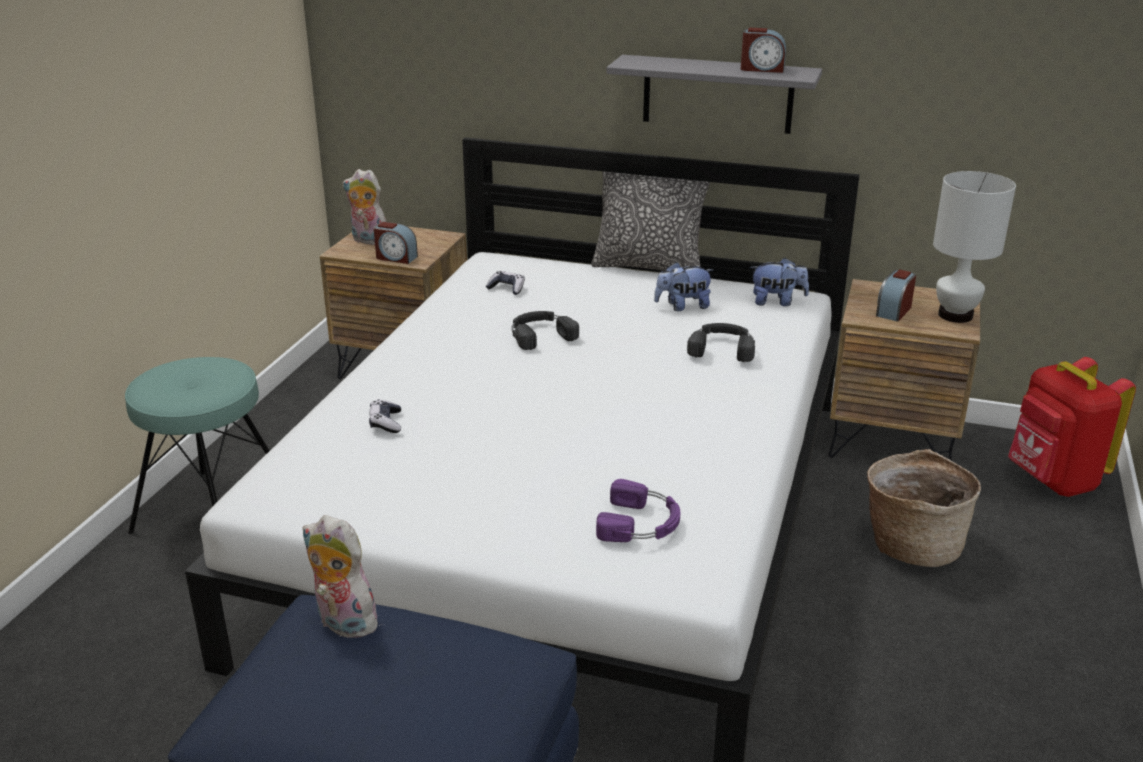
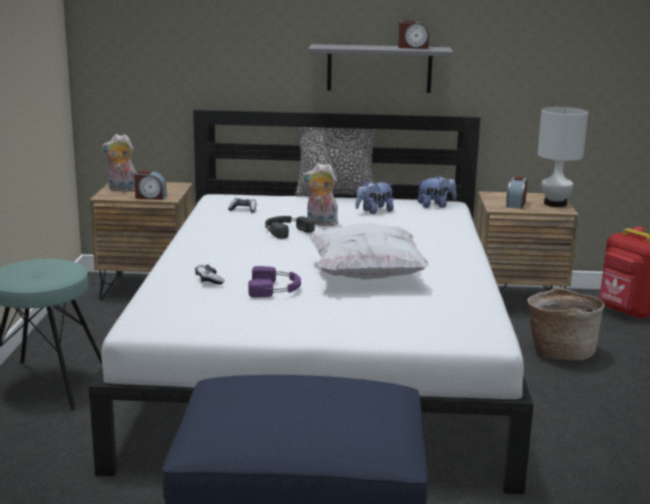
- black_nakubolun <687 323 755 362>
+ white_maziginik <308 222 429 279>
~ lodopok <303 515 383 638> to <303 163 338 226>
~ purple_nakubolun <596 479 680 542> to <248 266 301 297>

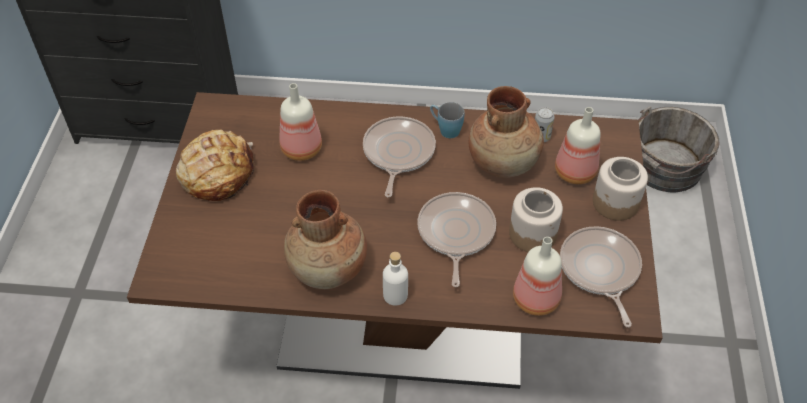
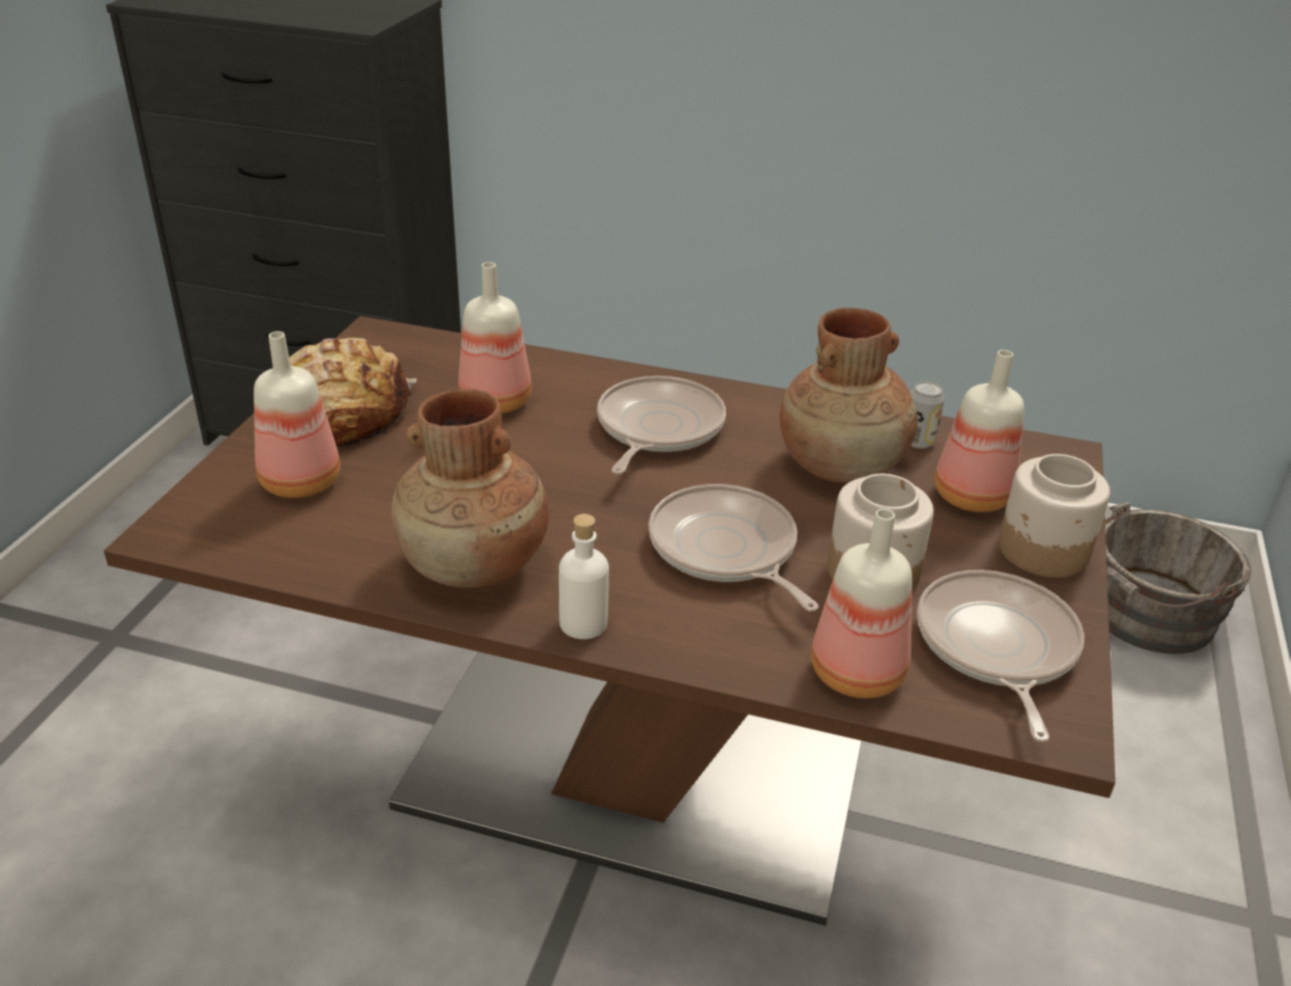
- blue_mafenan <430 102 464 138>
+ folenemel <254 331 340 498>
~ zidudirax <417 192 496 287> = <649 484 819 612> 45 degrees counterclockwise

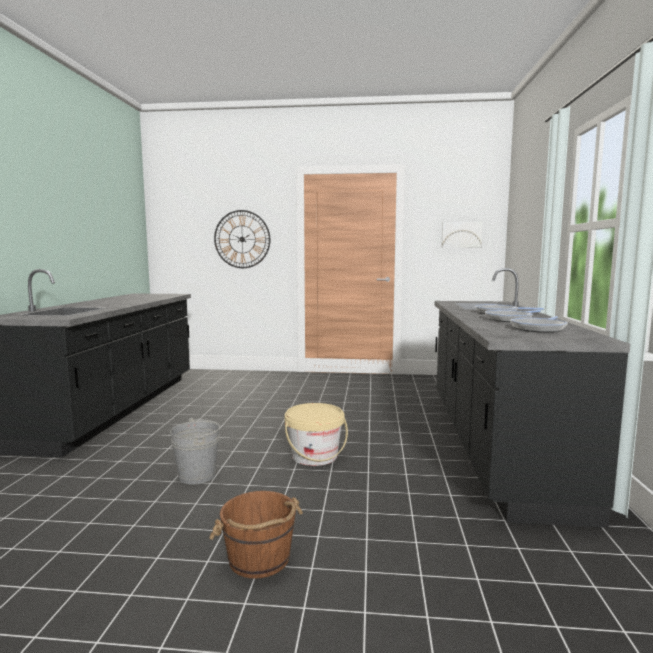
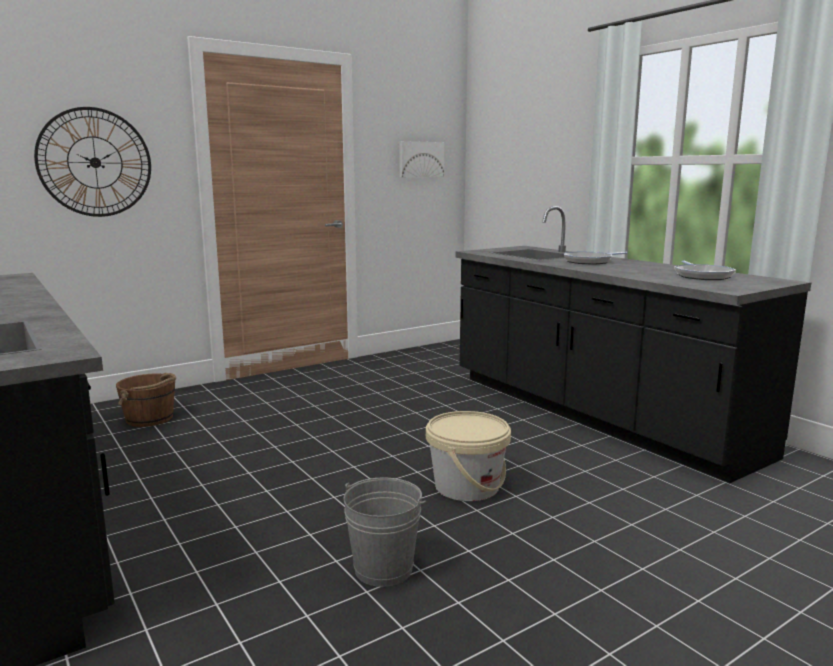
- zidudirax <485 310 541 322>
~ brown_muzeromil <209 491 303 579> to <116 373 176 427>

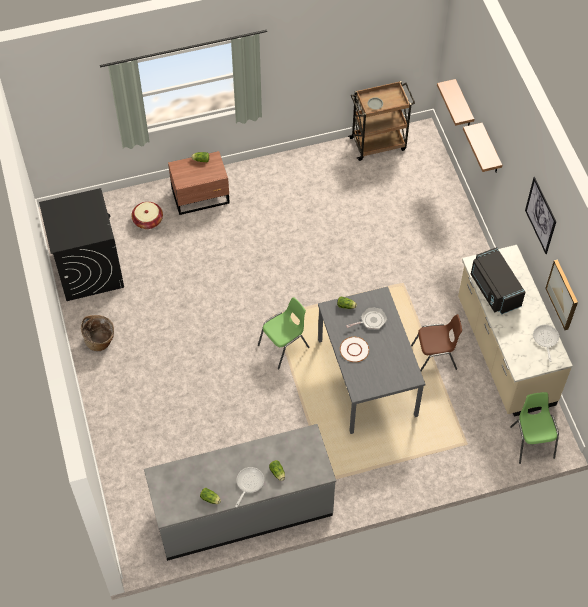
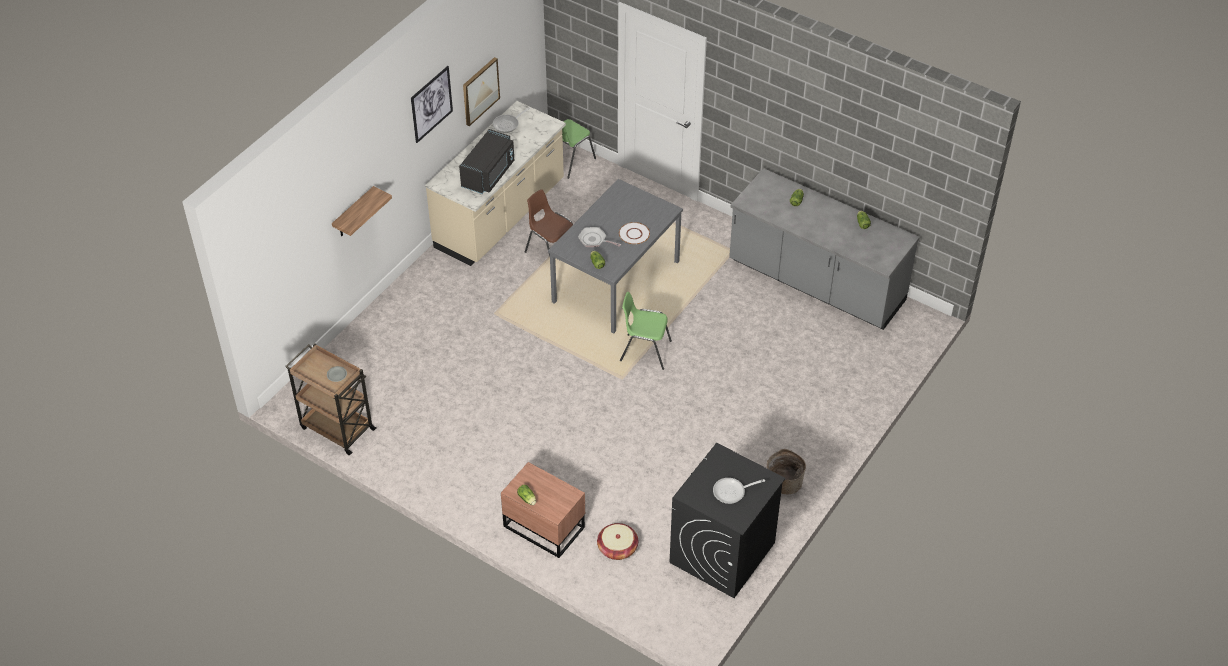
- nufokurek <437 79 474 126>
~ zidudirax <235 467 264 507> to <713 478 765 504>

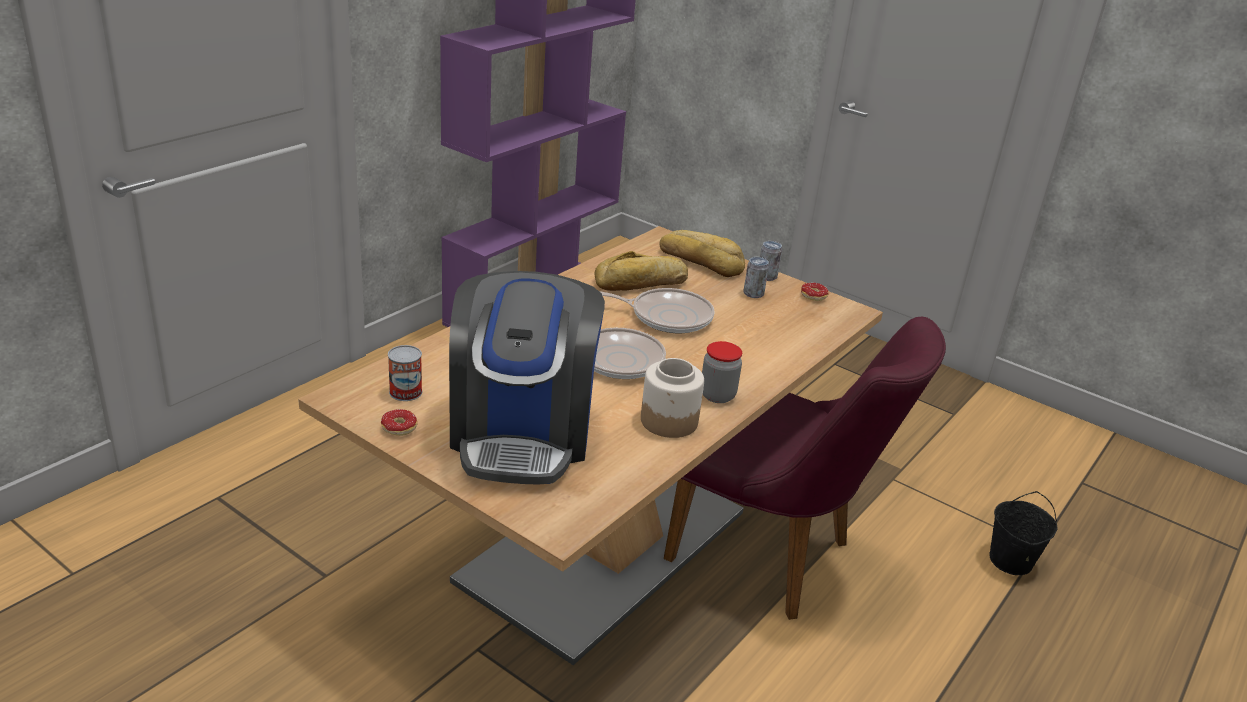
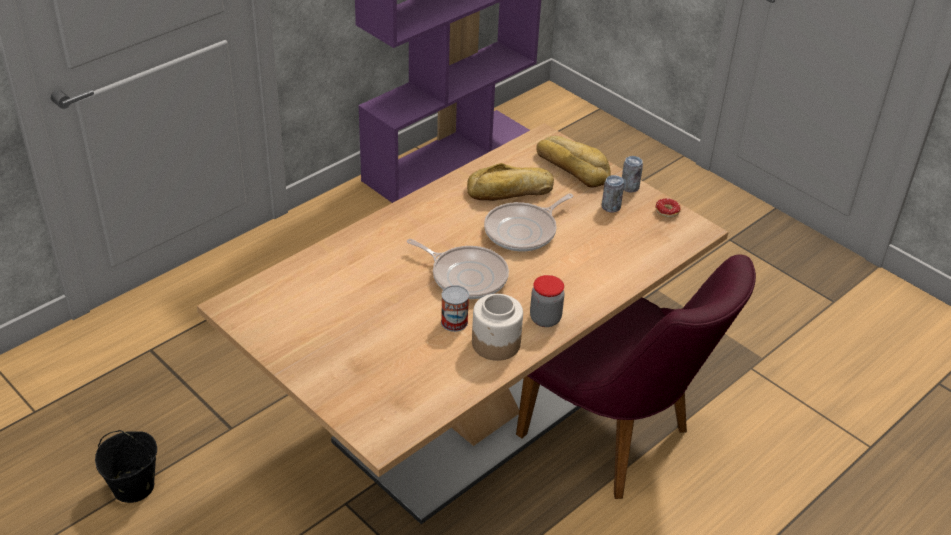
- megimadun <381 409 417 436>
- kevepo <449 271 605 485>
~ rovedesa <388 345 422 401> to <441 285 469 332>
~ black_muzeromil <989 491 1058 575> to <95 430 157 503>
~ zidudirax <599 288 714 333> = <484 193 574 251> 120 degrees clockwise

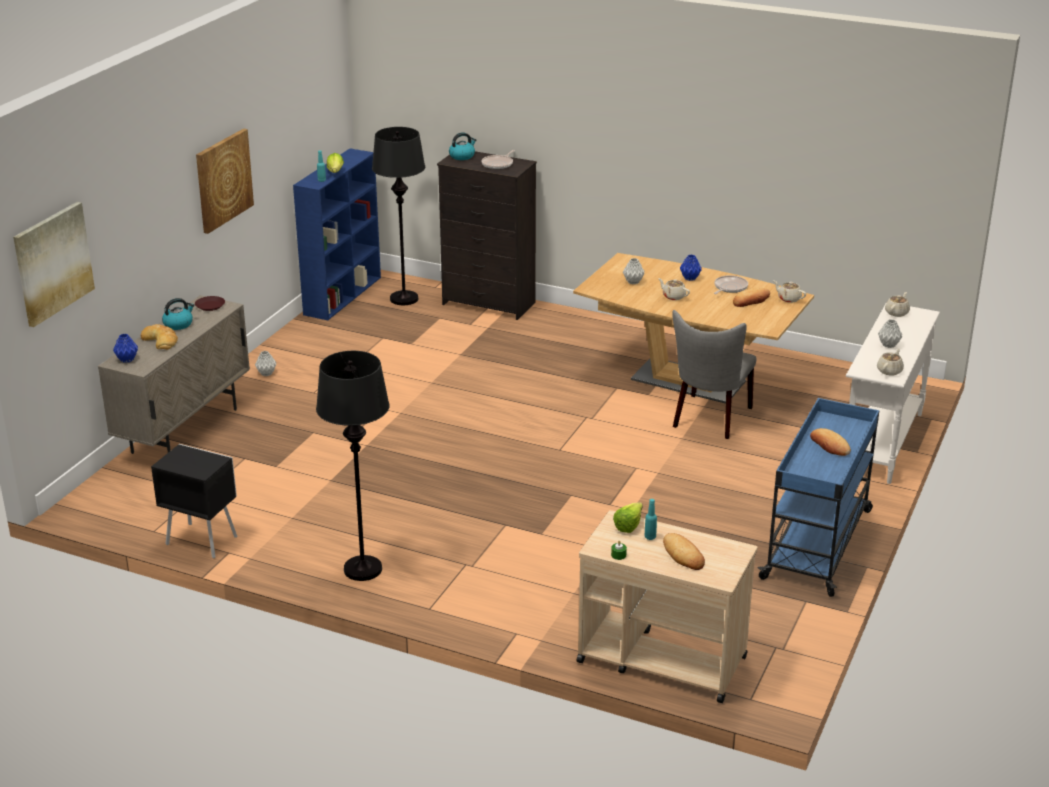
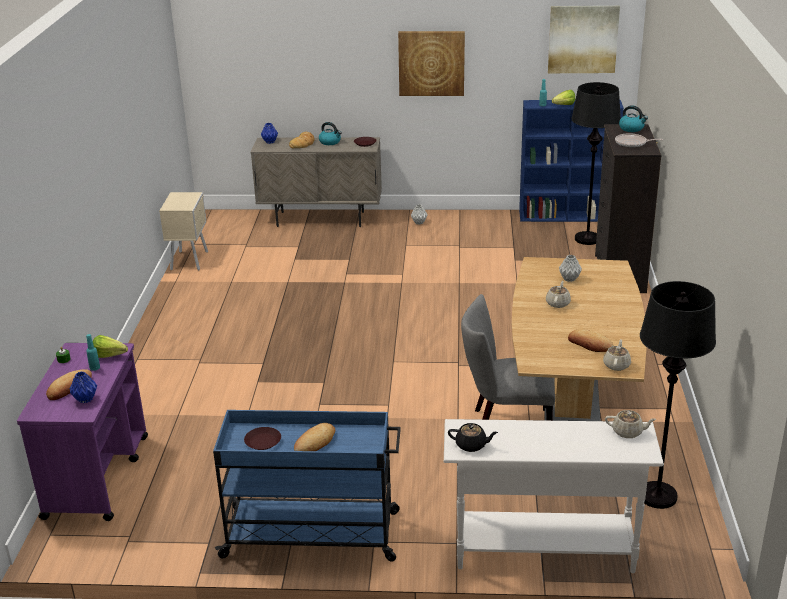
- zidudirax <714 275 748 294>
- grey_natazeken <878 319 902 348>
+ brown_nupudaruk <244 427 281 450>
~ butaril <13 202 95 327> to <548 5 620 73>
~ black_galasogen <316 351 390 581> to <640 281 716 509>
~ blue_natazeken <680 255 702 281> to <70 372 97 403>
~ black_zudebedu <151 444 237 558> to beige_zudebedu <159 192 208 270>
~ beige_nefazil <576 510 757 703> to purple_nefazil <17 343 148 521>
~ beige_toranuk <877 348 904 375> to black_toranuk <448 423 498 452>

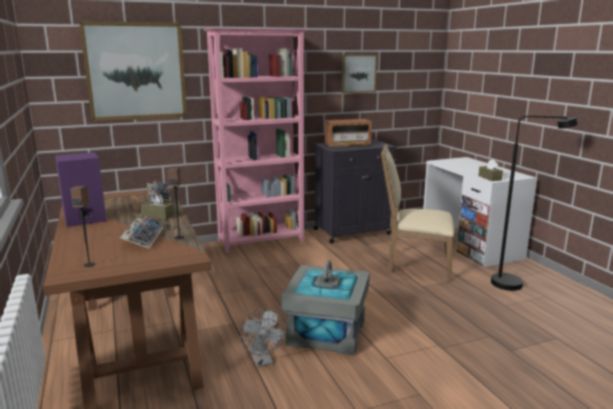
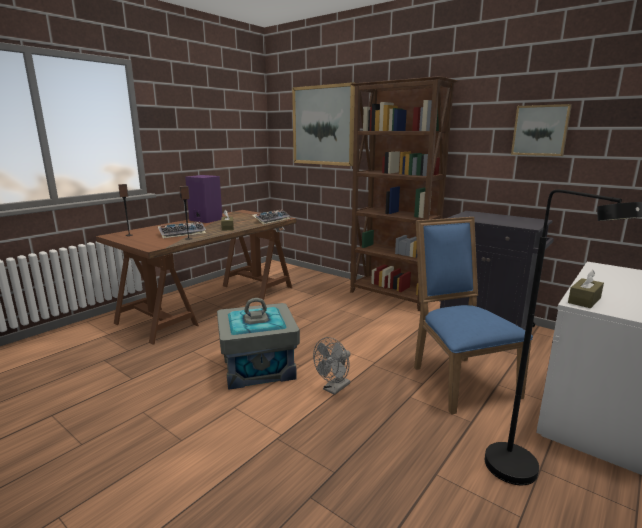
- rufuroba <325 119 372 147>
~ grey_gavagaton <240 309 287 367> to <313 337 350 395>
~ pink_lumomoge <203 28 308 253> to brown_lumomoge <350 76 457 311>
~ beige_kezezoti <381 144 454 281> to blue_kezezoti <414 217 533 415>

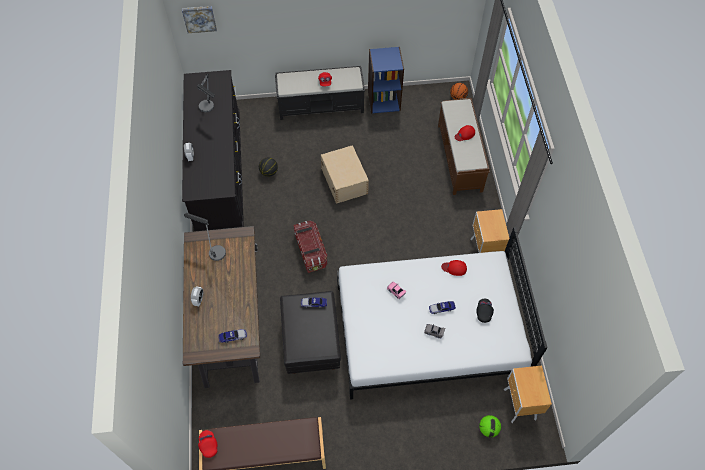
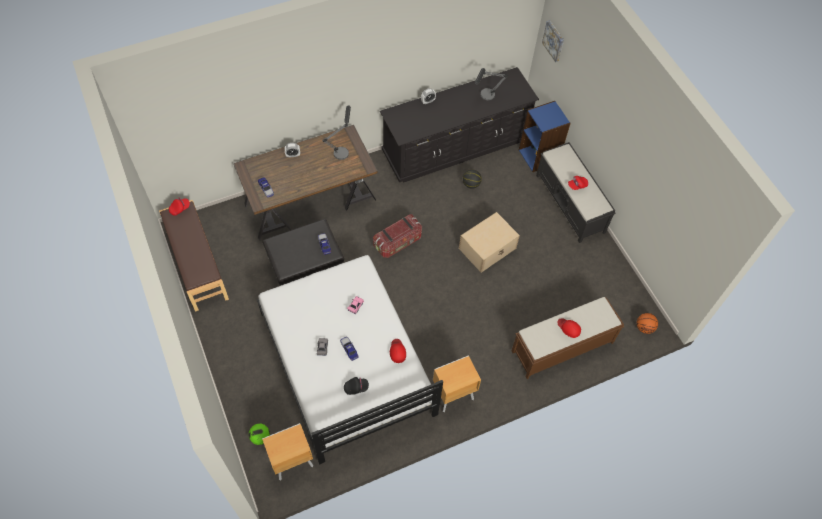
~ blue_lumomoge <368 47 404 113> to <519 101 571 172>

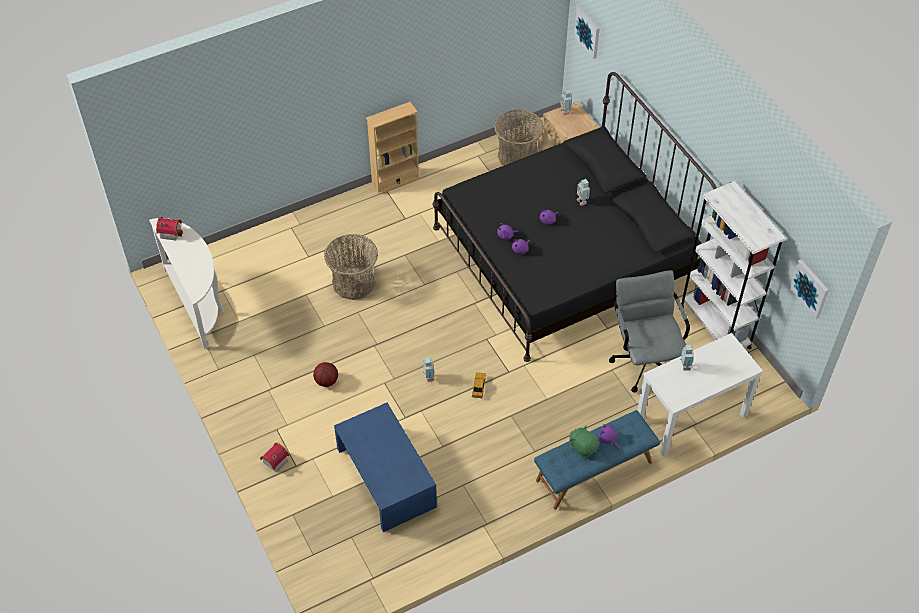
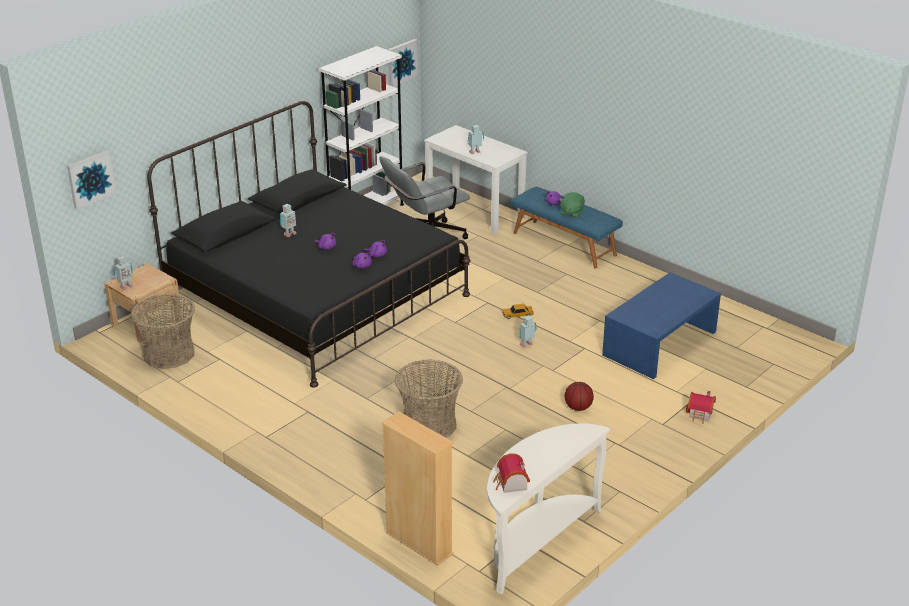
~ beige_lumomoge <366 102 420 195> to <382 412 454 566>

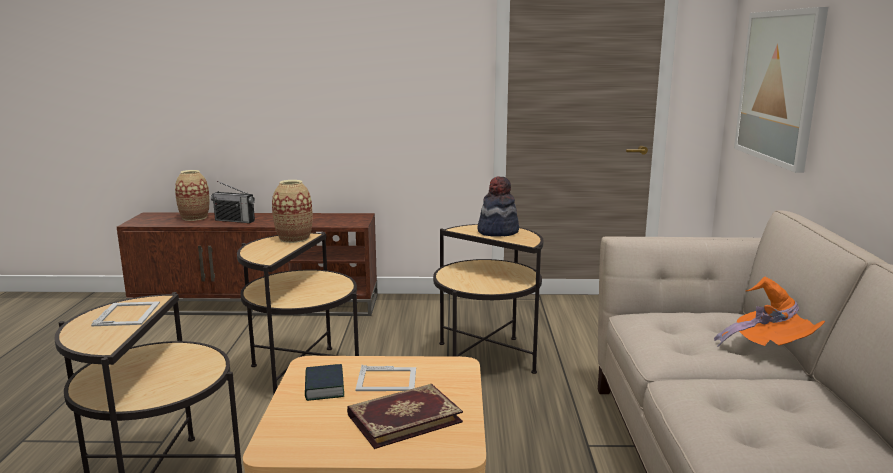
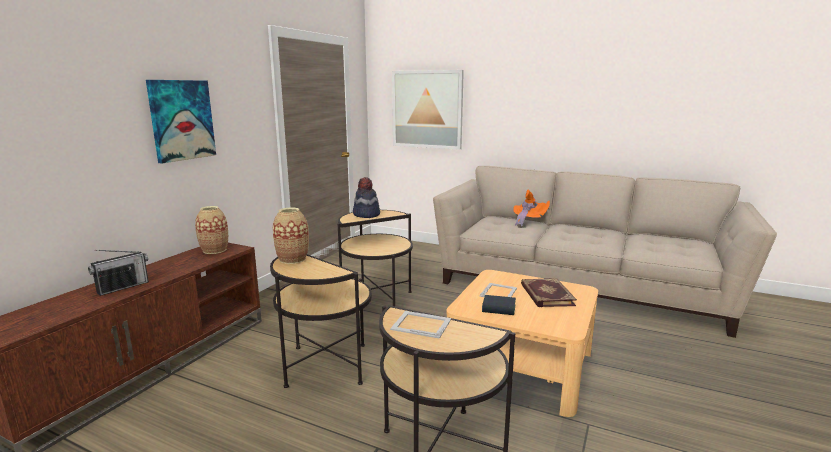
+ butaril <146 80 216 163>
~ natazeken <175 170 210 221> to <195 206 228 254>

